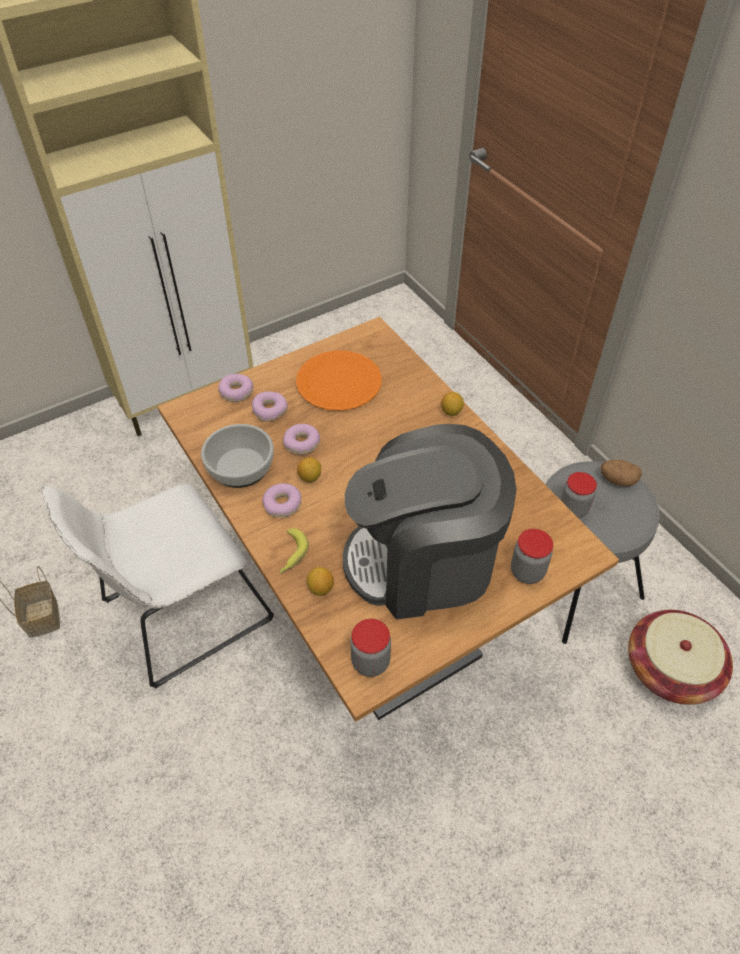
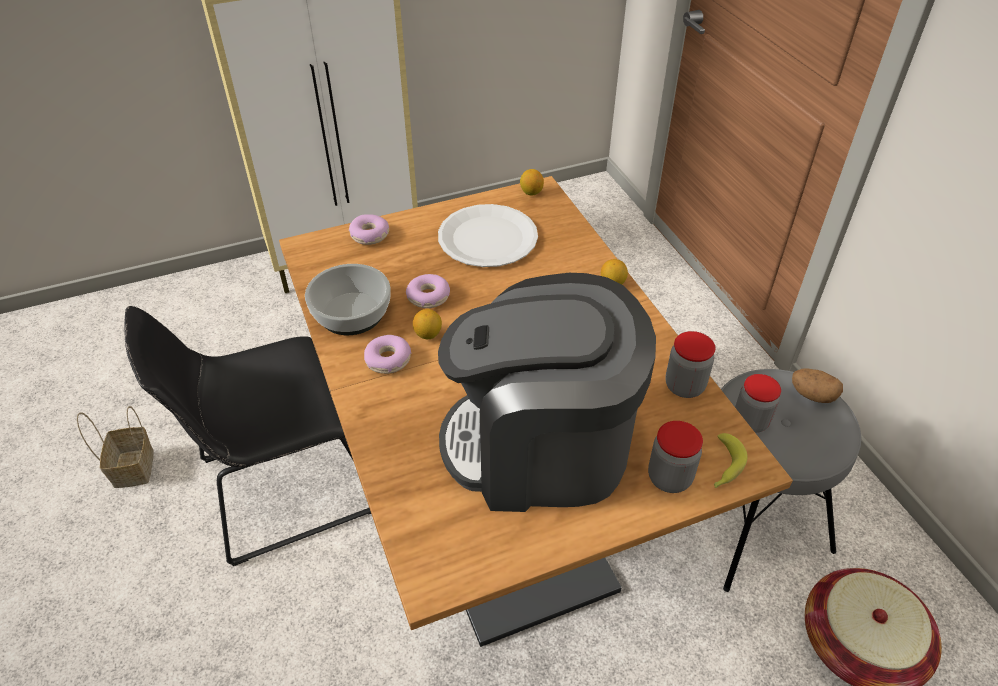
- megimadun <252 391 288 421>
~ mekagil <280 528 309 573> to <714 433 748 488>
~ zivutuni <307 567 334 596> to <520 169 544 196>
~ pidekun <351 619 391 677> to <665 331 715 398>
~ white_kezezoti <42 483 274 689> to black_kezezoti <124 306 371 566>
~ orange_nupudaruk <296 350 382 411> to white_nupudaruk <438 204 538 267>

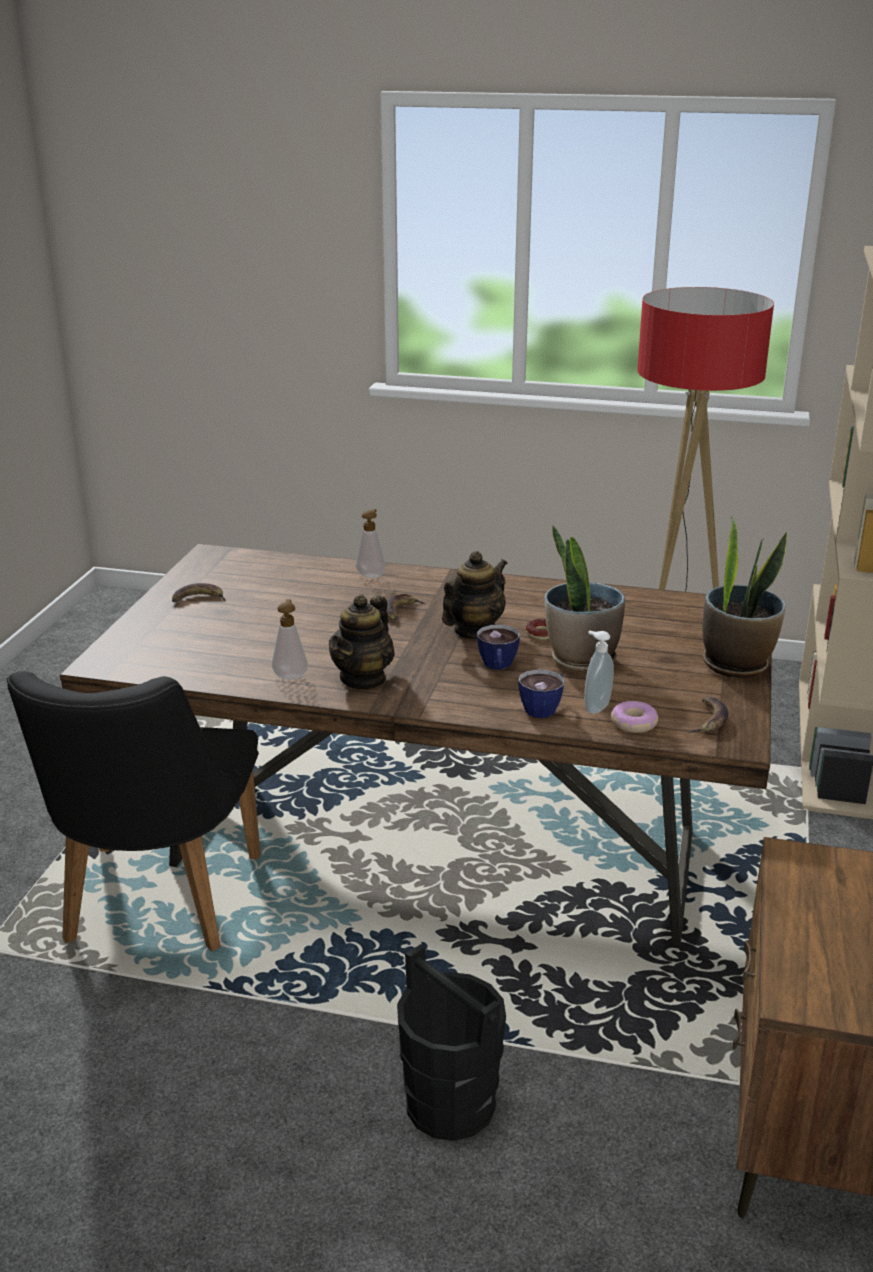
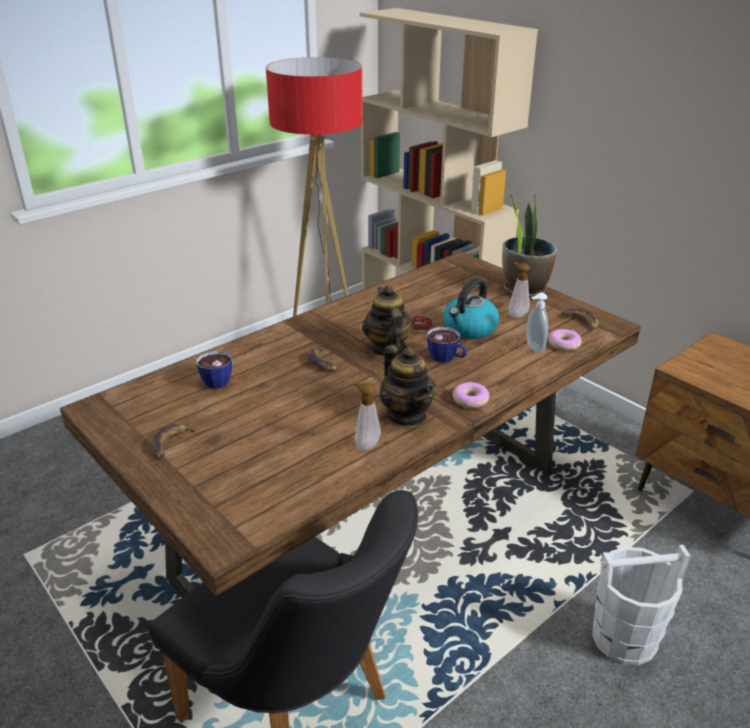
+ megimadun <453 382 489 408>
~ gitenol <356 509 385 578> to <509 262 530 318>
~ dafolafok <518 669 565 718> to <196 351 232 389>
~ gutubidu <545 525 625 673> to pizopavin <443 278 499 339>
~ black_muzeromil <397 944 506 1141> to white_muzeromil <592 545 691 665>

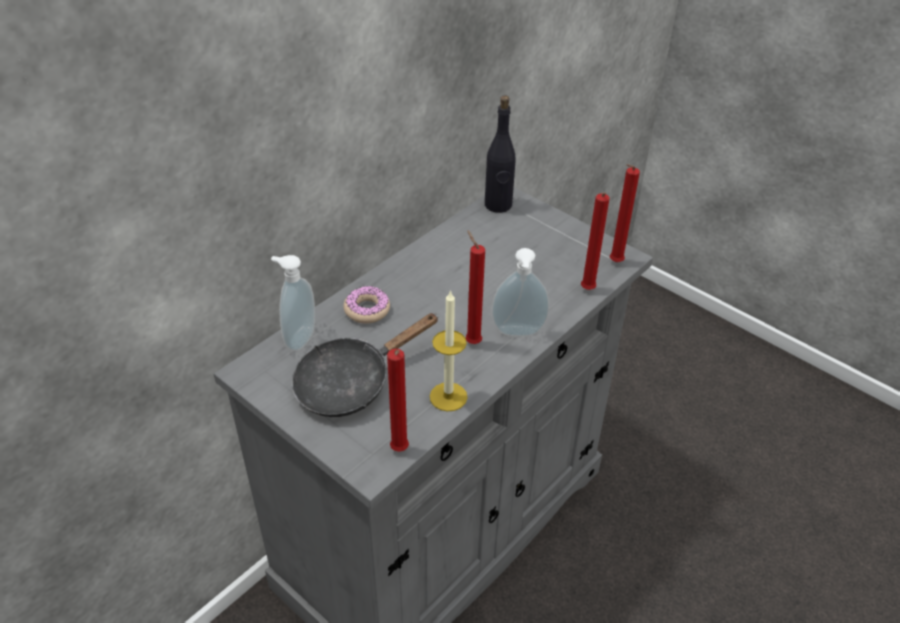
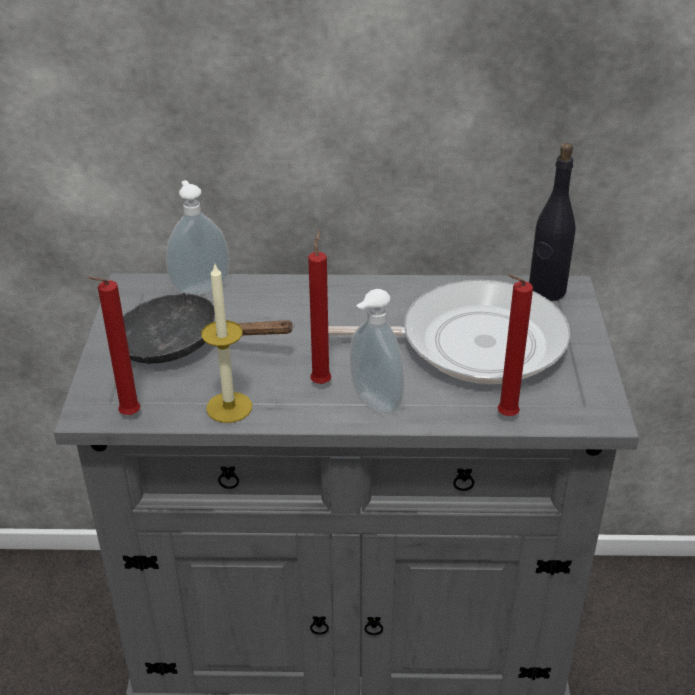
- megimadun <343 286 390 324>
- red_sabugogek <610 164 640 262>
+ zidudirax <328 280 570 384>

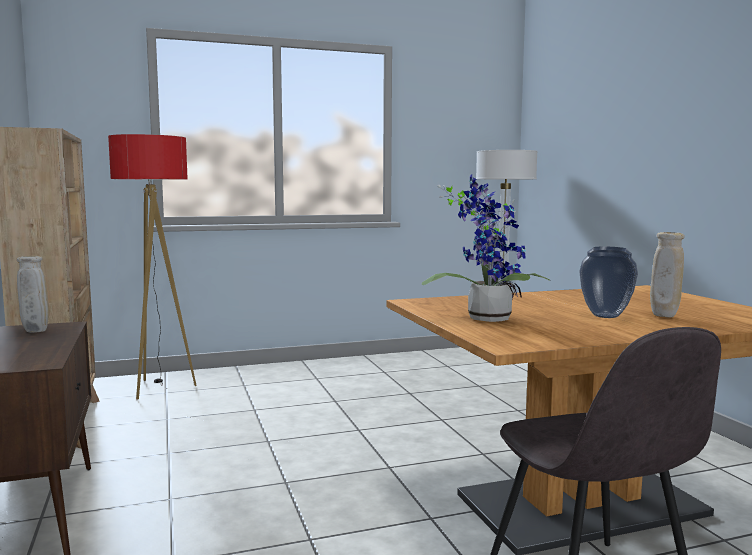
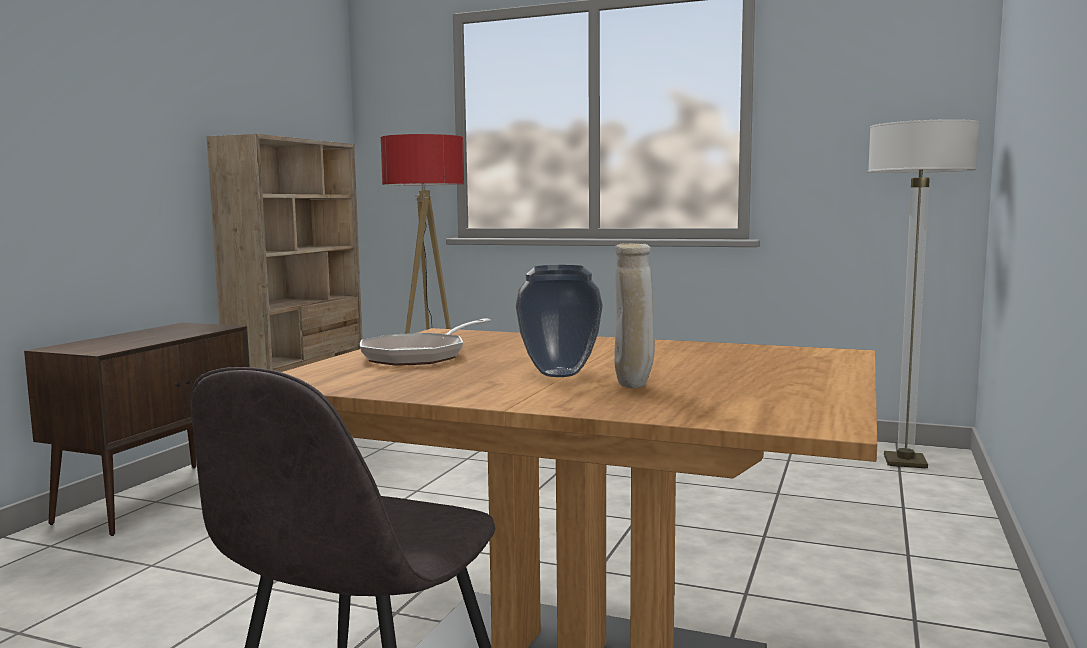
- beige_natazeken <17 256 49 333>
~ gutubidu <421 174 552 322> to zidudirax <360 318 491 366>

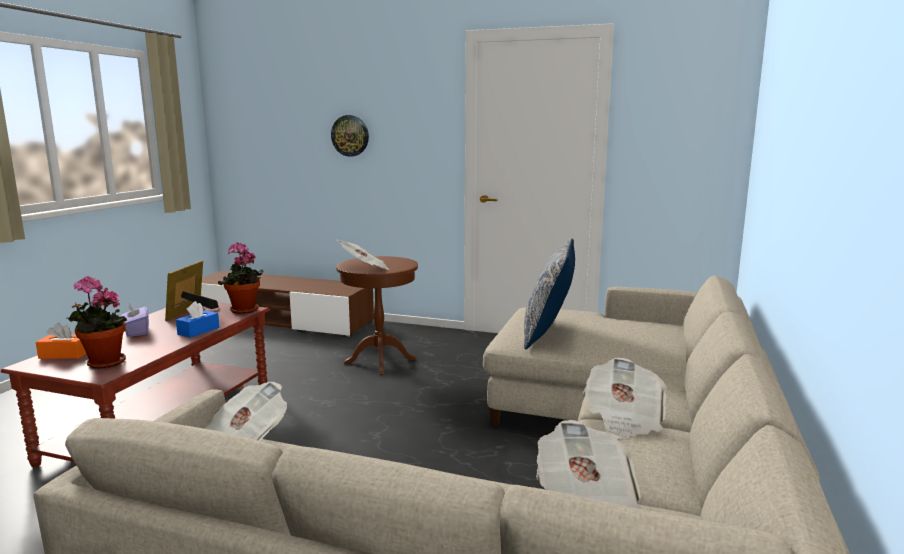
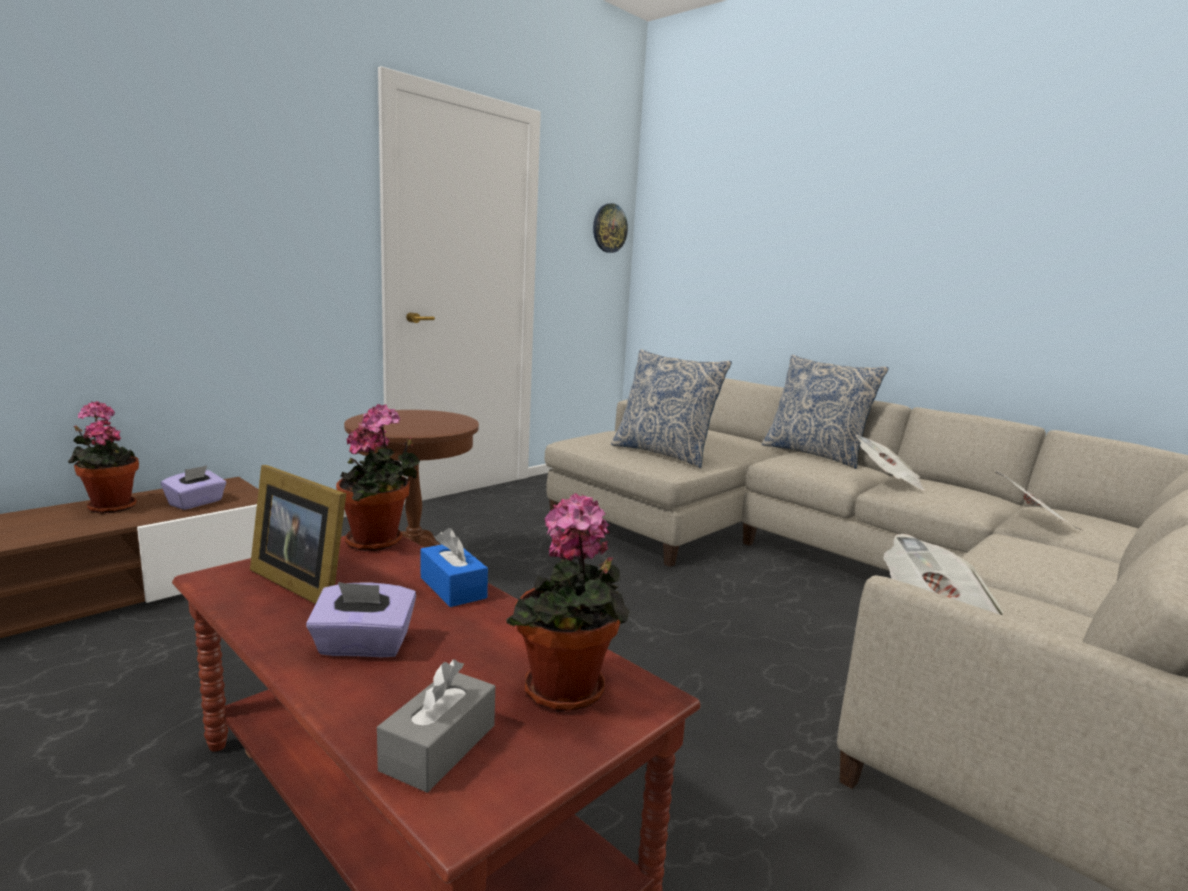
- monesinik <337 240 390 270>
+ gutubidu <68 401 139 513>
+ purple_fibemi <161 465 226 510>
+ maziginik <762 355 889 469>
~ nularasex <331 115 369 157> to <593 203 628 253>
~ orange_fibemi <36 323 86 359> to grey_fibemi <377 659 495 793>

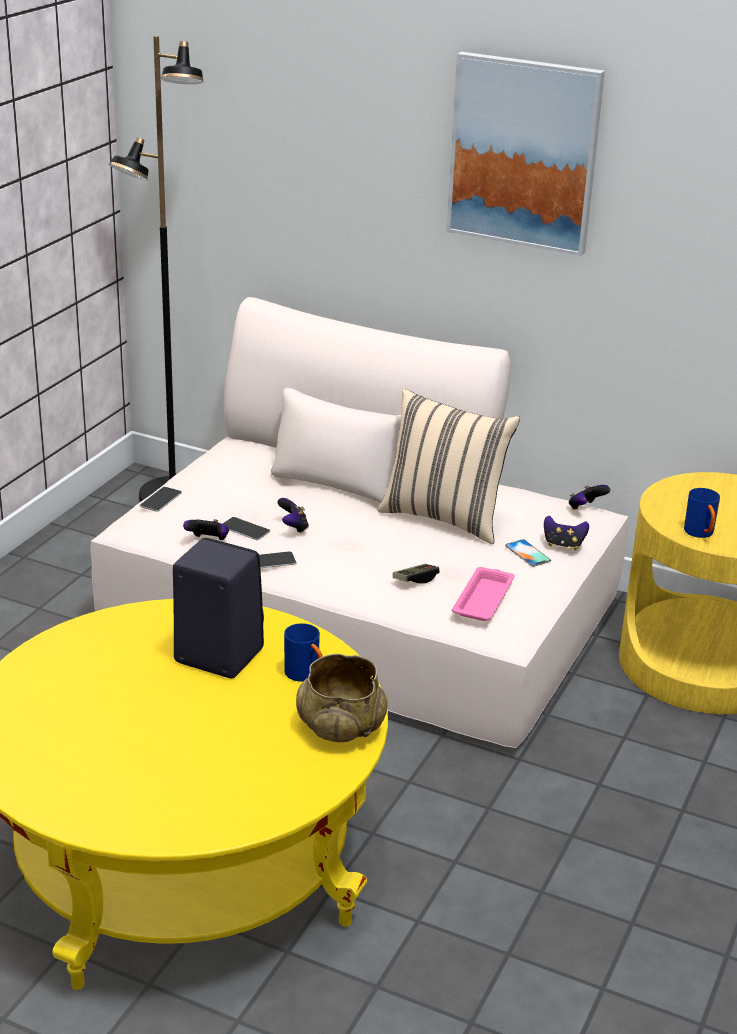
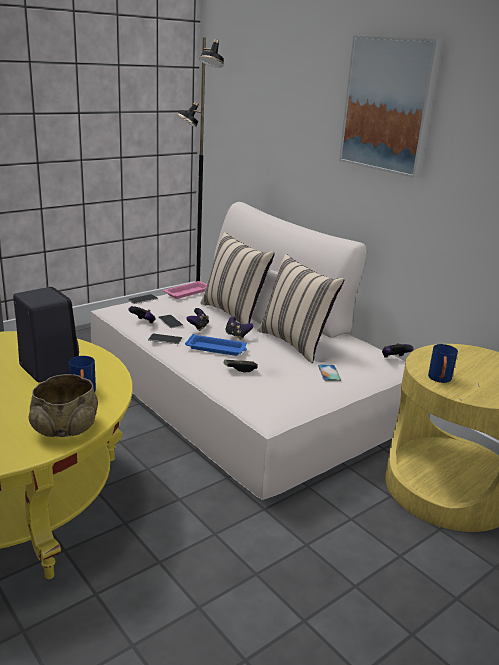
+ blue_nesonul <185 334 247 356>
+ beige_maziginik <201 232 275 324>
~ pink_nesonul <452 567 515 621> to <163 281 207 299>
~ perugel <544 516 589 550> to <225 316 253 340>

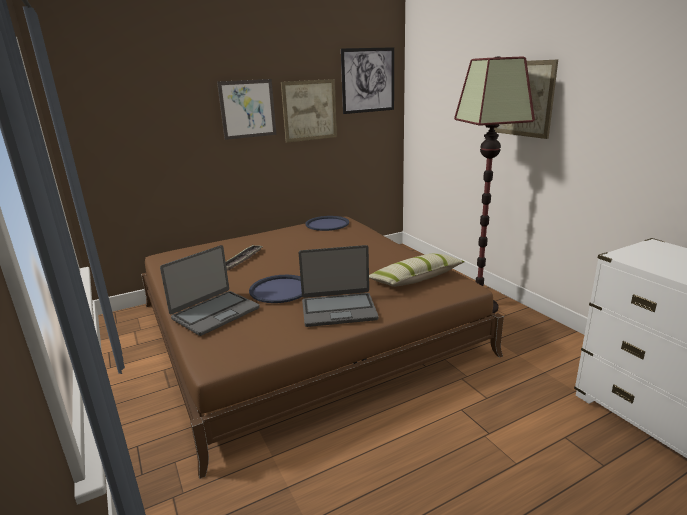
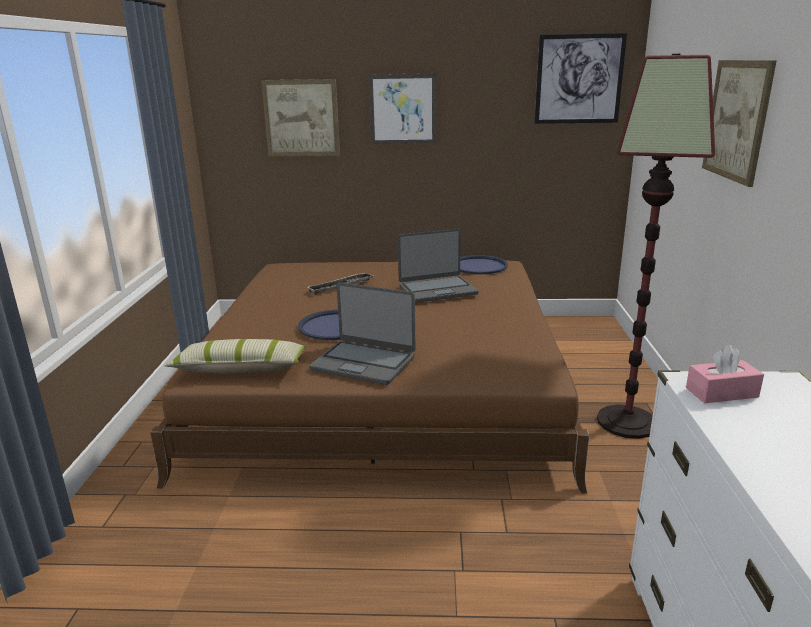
+ pink_fibemi <686 345 764 403>
~ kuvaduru <160 245 260 336> to <398 228 479 303>
~ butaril <281 79 337 143> to <261 79 340 157>
~ maziginik <369 253 465 287> to <164 339 307 374>

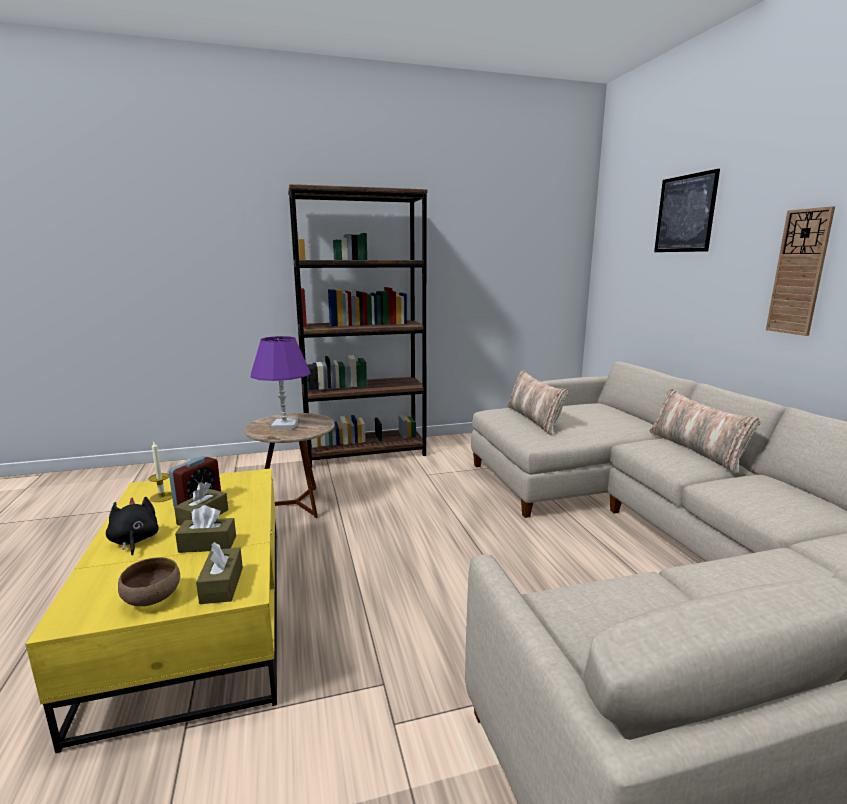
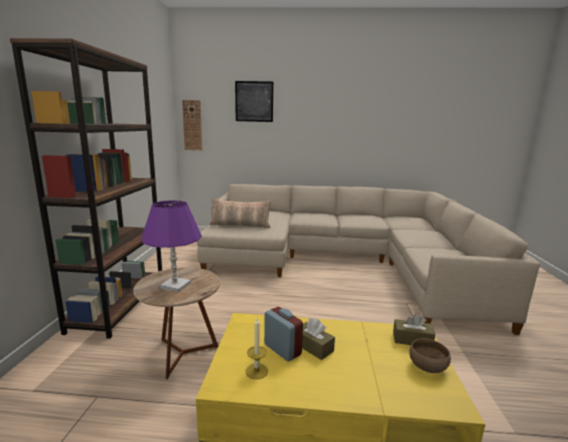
- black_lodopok <106 497 159 556>
- brown_fibemi <175 505 236 553>
- maziginik <650 389 761 473>
~ nularasex <766 206 835 336> to <182 100 202 150>

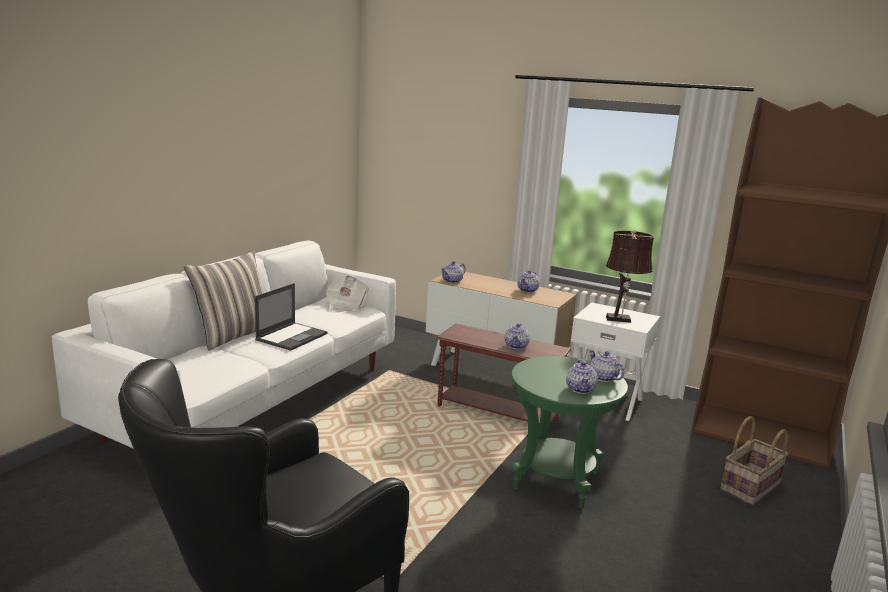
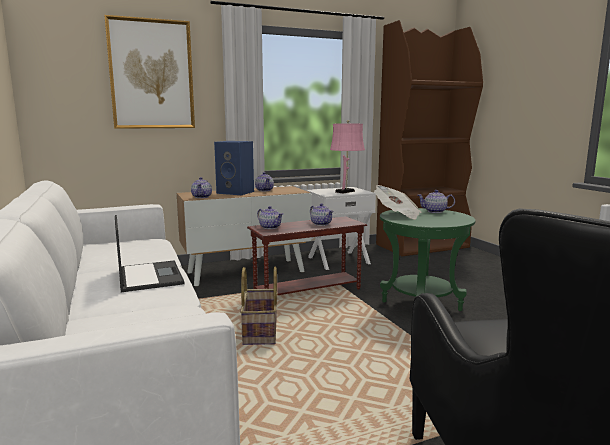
- maziginik <184 251 263 351>
+ butaril <104 15 195 129>
+ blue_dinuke <214 141 254 195>
~ monesinik <325 275 369 313> to <374 185 422 219>
~ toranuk <566 360 598 394> to <257 206 283 229>
~ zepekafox <720 416 788 506> to <240 267 278 345>
~ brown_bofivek <606 230 654 323> to pink_bofivek <330 120 365 193>

